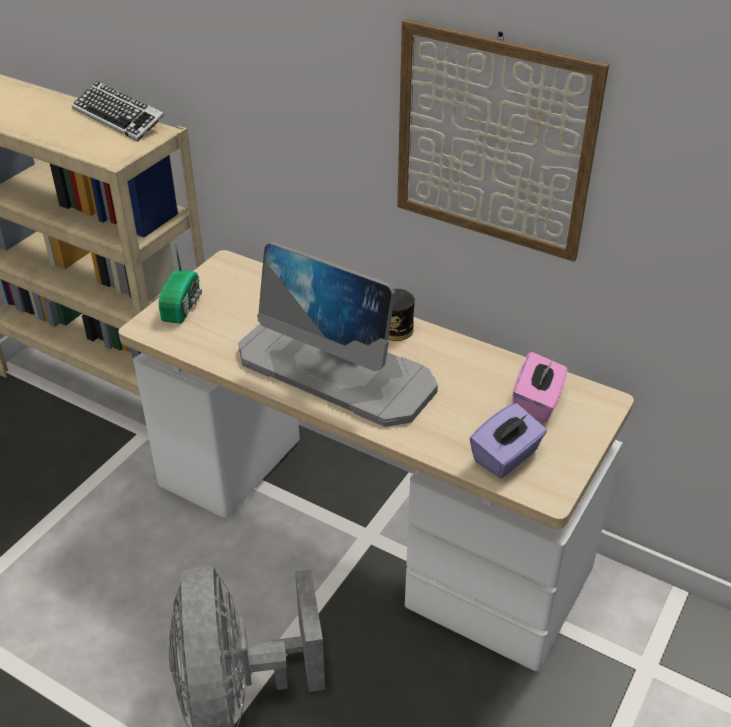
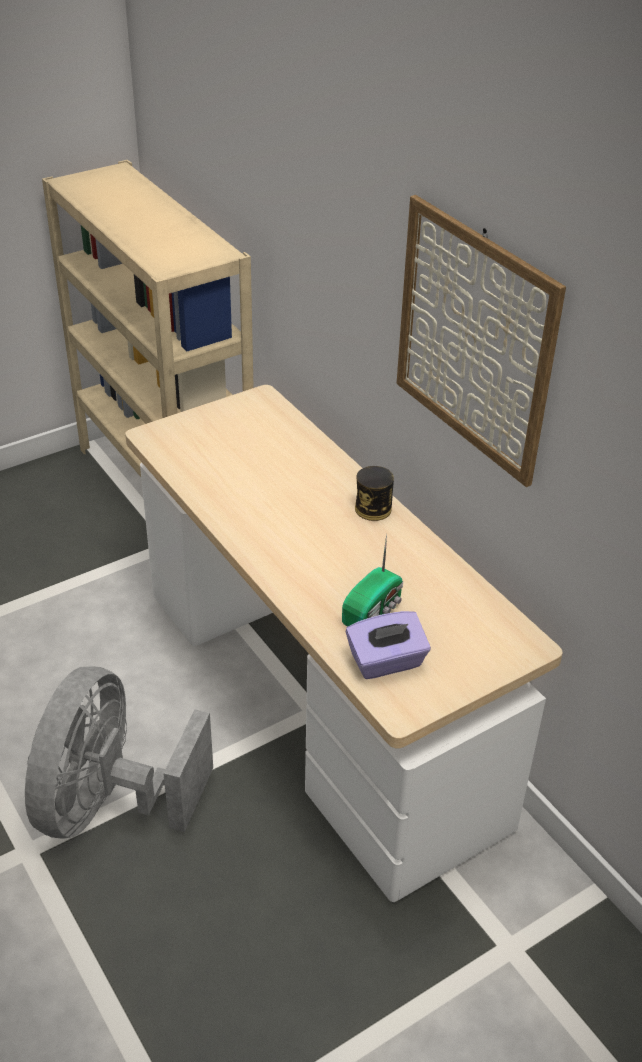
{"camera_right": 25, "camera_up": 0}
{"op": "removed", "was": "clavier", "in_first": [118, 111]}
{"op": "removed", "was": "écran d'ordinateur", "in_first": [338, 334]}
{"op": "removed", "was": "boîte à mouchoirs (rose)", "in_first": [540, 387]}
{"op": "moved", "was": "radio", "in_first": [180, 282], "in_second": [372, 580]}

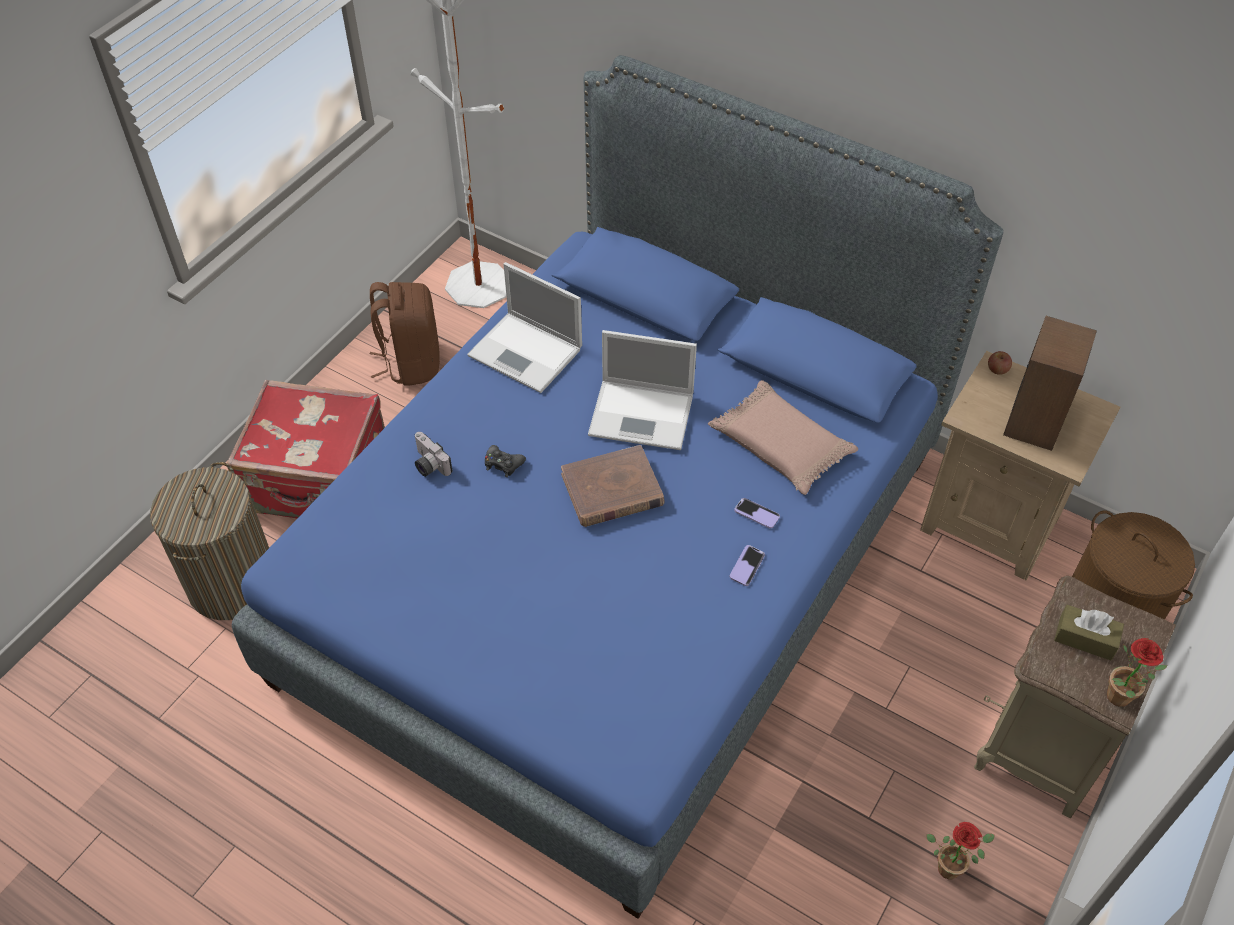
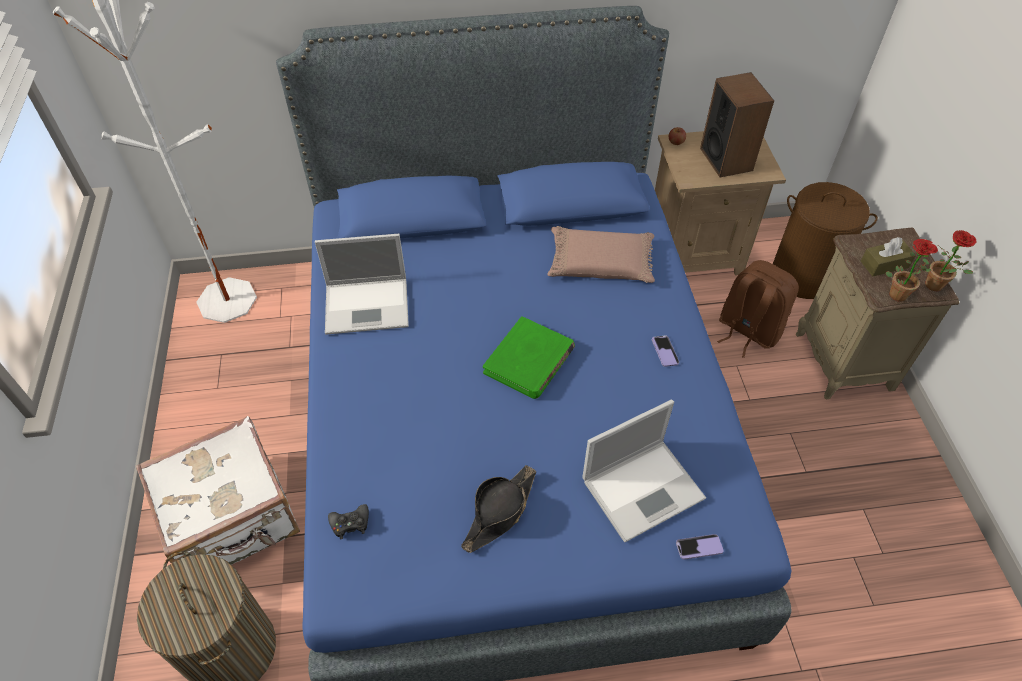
{"camera_right": -40, "camera_up": 0}
{"op": "removed", "was": "appareil photo", "in_first": [434, 454]}
{"op": "added", "now": "chapeau (noir)", "in_second": [498, 509]}
{"op": "moved", "was": "sac à dos (marron)", "in_first": [405, 334], "in_second": [758, 309]}
{"op": "moved", "was": "manette (noir)", "in_first": [505, 461], "in_second": [348, 521]}
{"op": "moved", "was": "ordinateur portable", "in_first": [642, 390], "in_second": [644, 470]}
{"op": "moved", "was": "téléphone", "in_first": [757, 513], "in_second": [700, 547]}
{"op": "moved", "was": "plante en pot", "in_first": [960, 850], "in_second": [911, 270]}
{"op": "recoloured", "was": "valise (rouge)", "now": "valise (blanc)", "in_first": [306, 449], "in_second": [218, 490]}
{"op": "recoloured", "was": "livre (marron)", "now": "livre (vert)", "in_first": [613, 486], "in_second": [529, 357]}

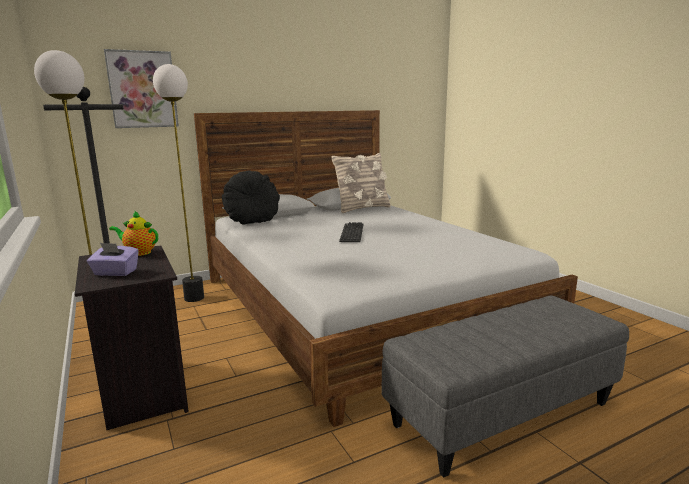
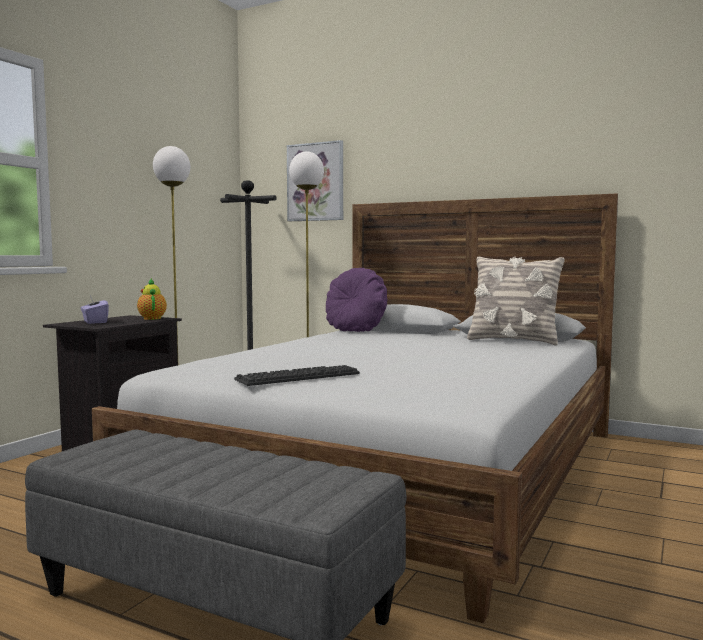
{"camera_right": 55, "camera_up": -10}
{"op": "moved", "was": "clavier", "in_first": [351, 232], "in_second": [297, 375]}
{"op": "recoloured", "was": "coussin (noir)", "now": "coussin (violet)", "in_first": [251, 197], "in_second": [356, 300]}

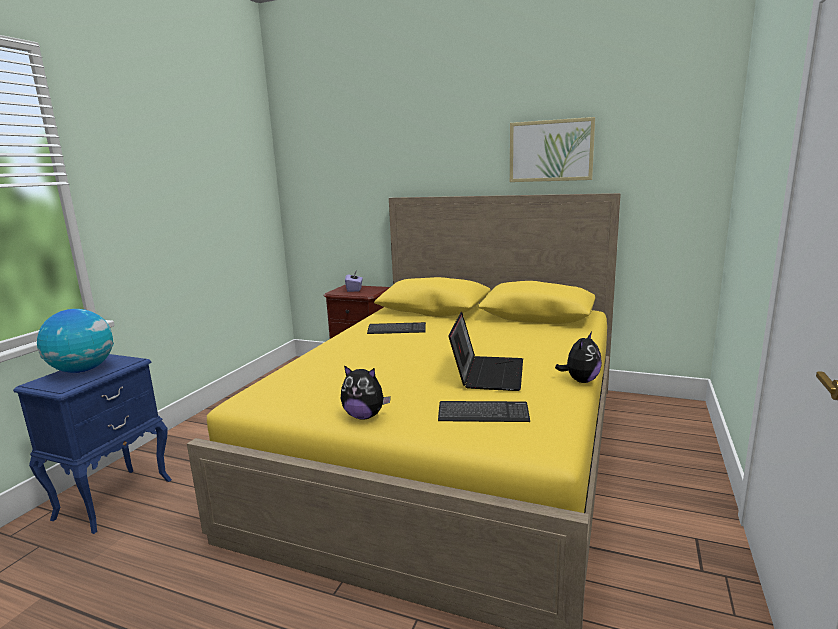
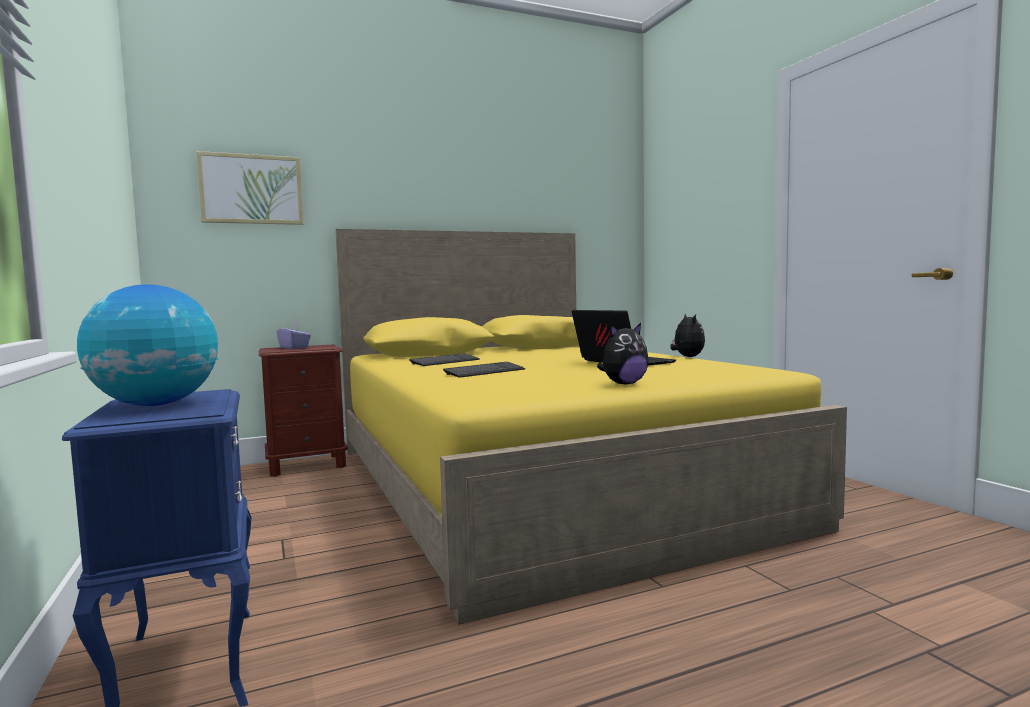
{"camera_right": -45, "camera_up": -10}
{"op": "moved", "was": "clavier", "in_first": [484, 411], "in_second": [484, 370]}
{"op": "moved", "was": "tableau", "in_first": [552, 149], "in_second": [249, 188]}

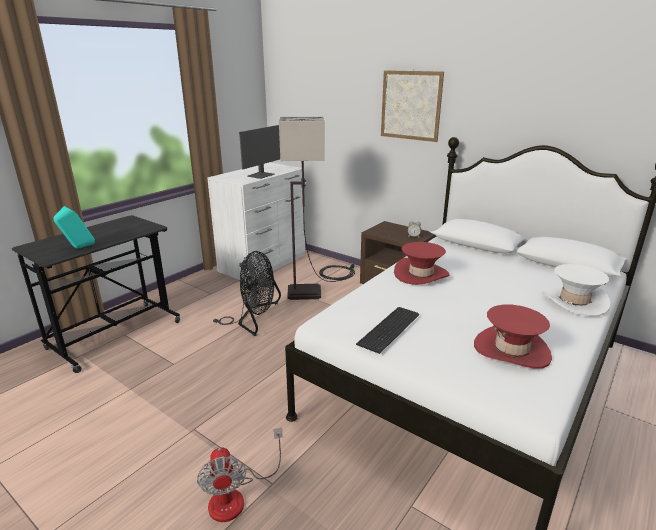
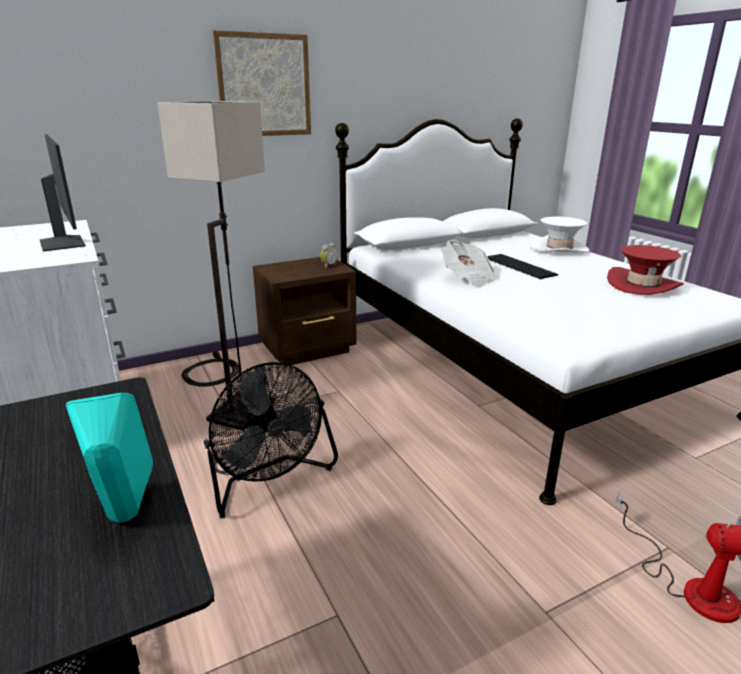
{"camera_right": -65, "camera_up": 0}
{"op": "moved", "was": "clavier", "in_first": [388, 330], "in_second": [522, 266]}
{"op": "replaced", "was": "chapeau (rouge)", "now": "journal", "in_first": [421, 263], "in_second": [469, 263]}
{"op": "turned", "was": "ventilateur (noir)", "in_first": [247, 293], "in_second": [271, 440], "clockwise": 105}

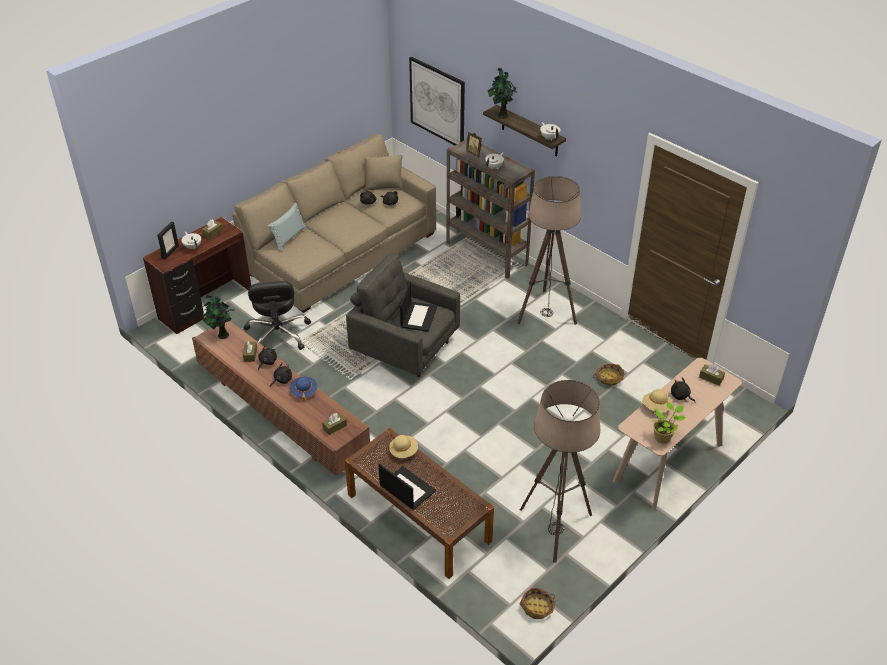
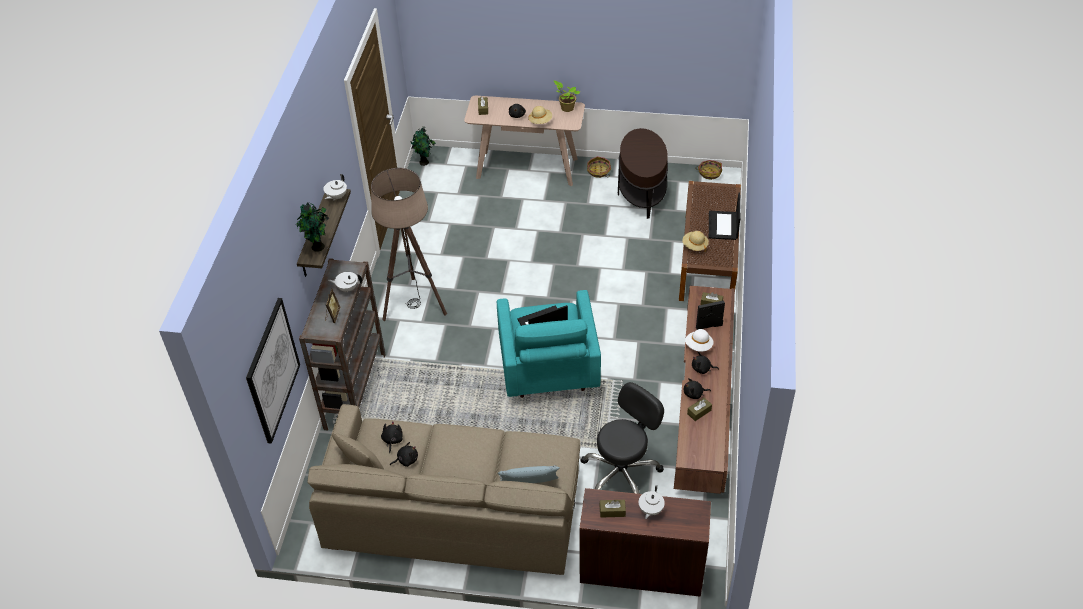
{"camera_right": -125, "camera_up": 5}
{"op": "moved", "was": "cadre photo", "in_first": [168, 240], "in_second": [710, 315]}
{"op": "moved", "was": "plante en pot", "in_first": [219, 316], "in_second": [423, 147]}
{"op": "moved", "was": "panier", "in_first": [608, 375], "in_second": [599, 167]}
{"op": "replaced", "was": "lampadaire", "now": "table d'appoint (marron)", "in_first": [560, 471], "in_second": [643, 173]}
{"op": "recoloured", "was": "chapeau (bleu)", "now": "chapeau (blanc)", "in_first": [303, 389], "in_second": [699, 340]}
{"op": "recoloured", "was": "fauteuil (gris)", "now": "fauteuil (turquoise)", "in_first": [403, 315], "in_second": [548, 344]}

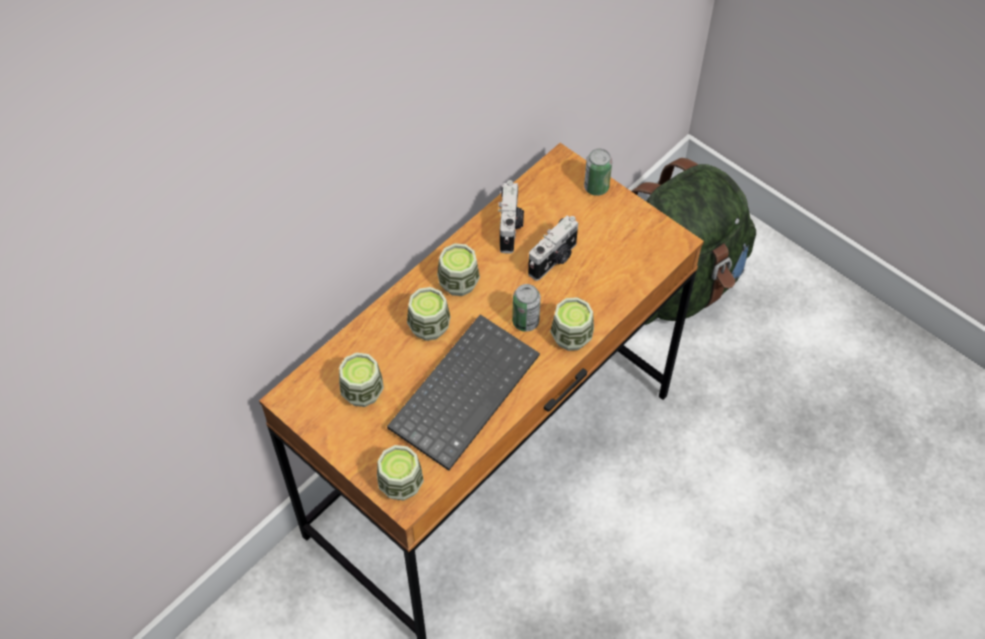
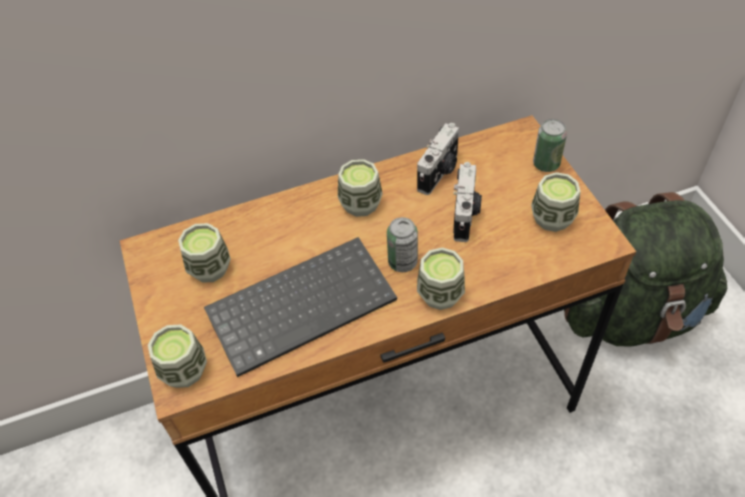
{"camera_right": 30, "camera_up": -5}
{"op": "moved", "was": "tasse", "in_first": [429, 314], "in_second": [555, 202]}
{"op": "turned", "was": "appareil photo", "in_first": [553, 248], "in_second": [467, 202], "clockwise": -60}

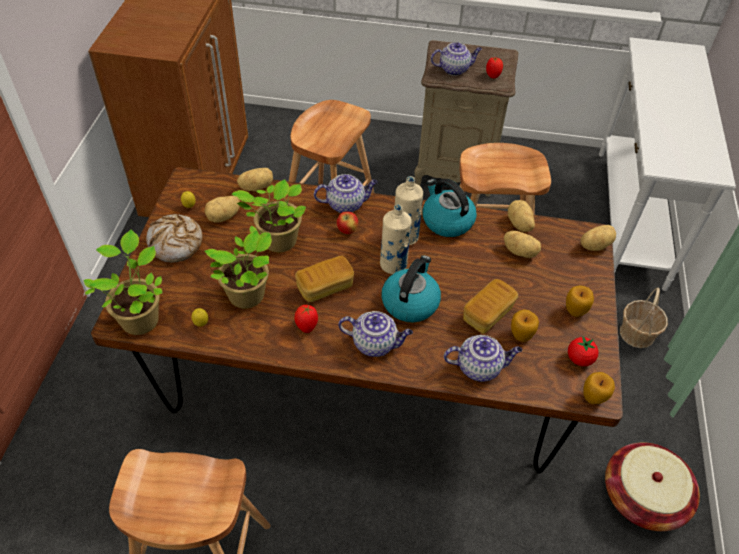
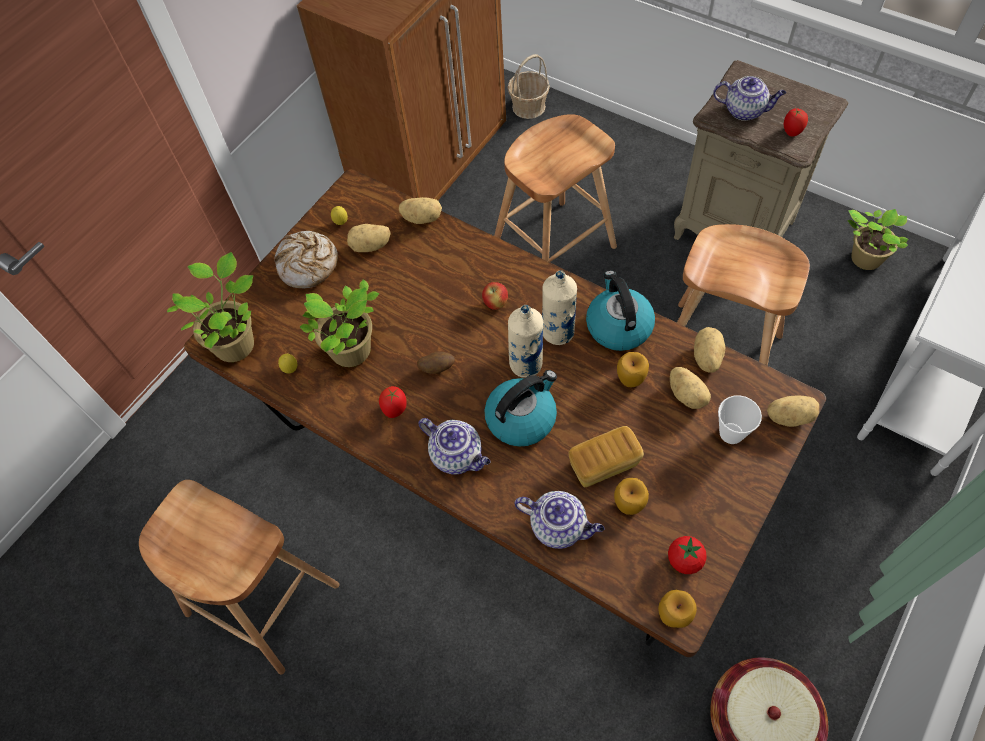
{"camera_right": 30, "camera_up": 10}
{"op": "removed", "was": "théière", "in_first": [345, 193]}
{"op": "added", "now": "tasse", "in_second": [740, 419]}
{"op": "moved", "was": "plante en pot", "in_first": [269, 215], "in_second": [878, 239]}
{"op": "moved", "was": "pomme", "in_first": [580, 301], "in_second": [633, 369]}
{"op": "moved", "was": "panier", "in_first": [644, 318], "in_second": [529, 86]}
{"op": "replaced", "was": "pain", "now": "pomme de terre", "in_first": [324, 279], "in_second": [436, 363]}

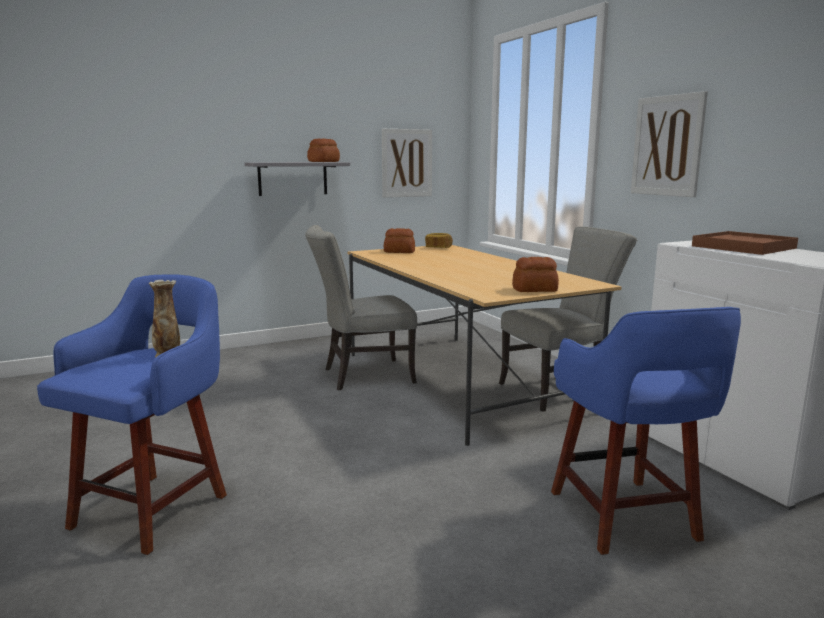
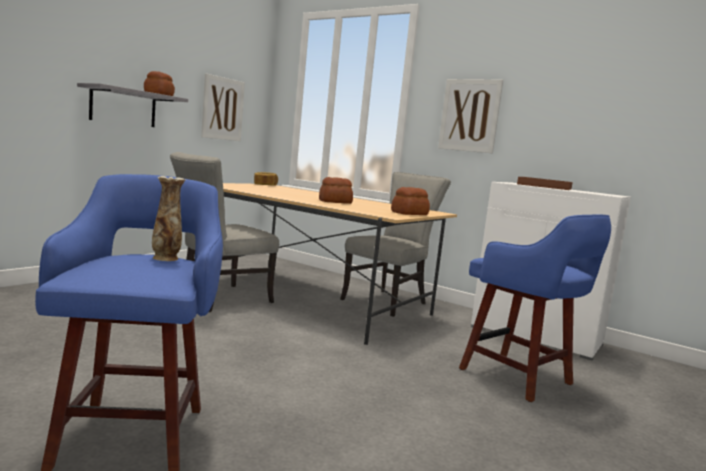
{"camera_right": -30, "camera_up": -5}
{"op": "moved", "was": "pain", "in_first": [399, 240], "in_second": [336, 190]}

